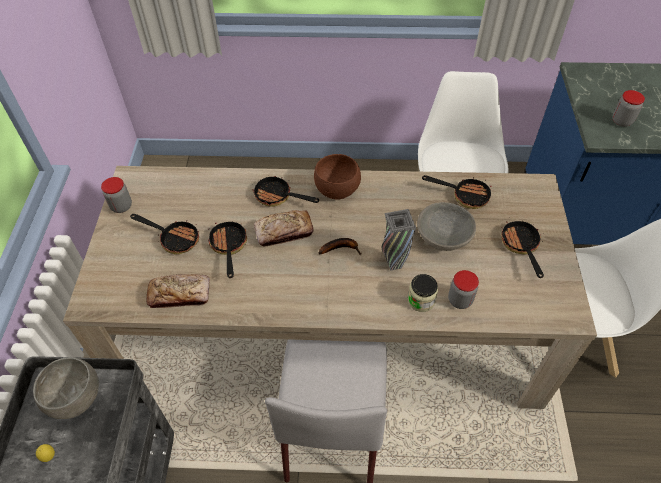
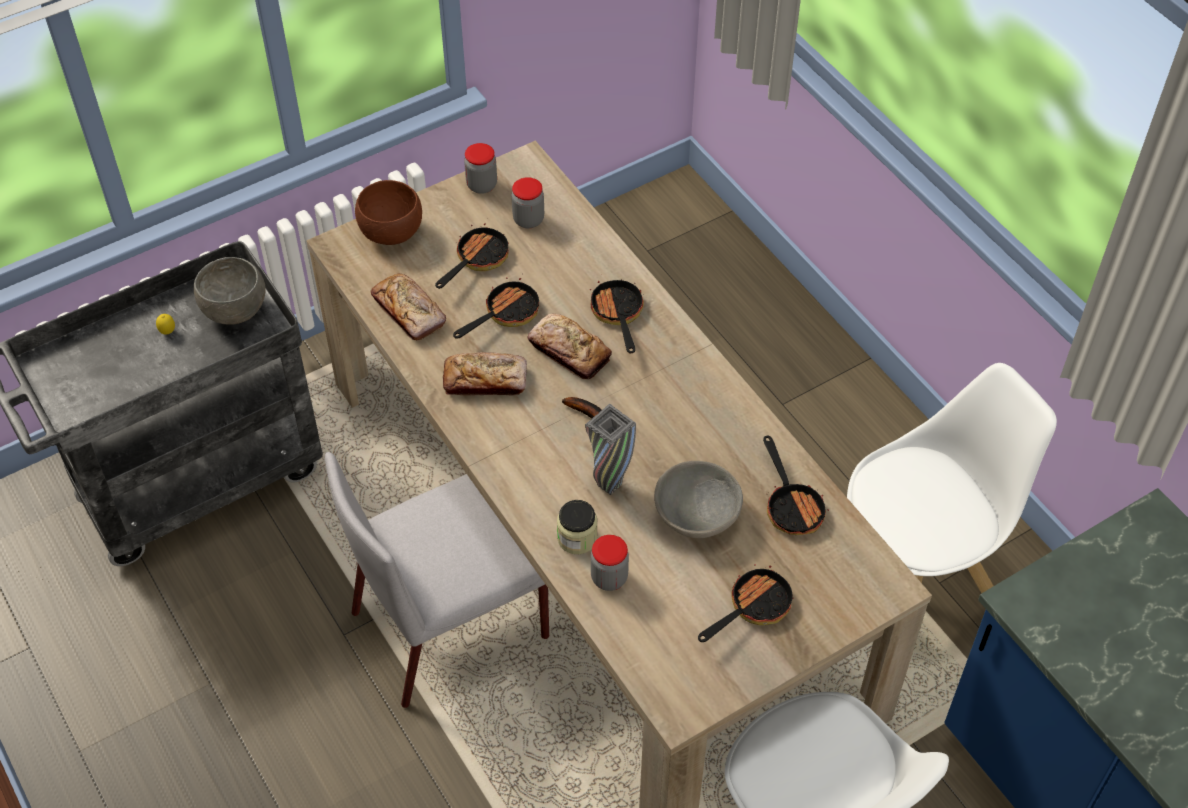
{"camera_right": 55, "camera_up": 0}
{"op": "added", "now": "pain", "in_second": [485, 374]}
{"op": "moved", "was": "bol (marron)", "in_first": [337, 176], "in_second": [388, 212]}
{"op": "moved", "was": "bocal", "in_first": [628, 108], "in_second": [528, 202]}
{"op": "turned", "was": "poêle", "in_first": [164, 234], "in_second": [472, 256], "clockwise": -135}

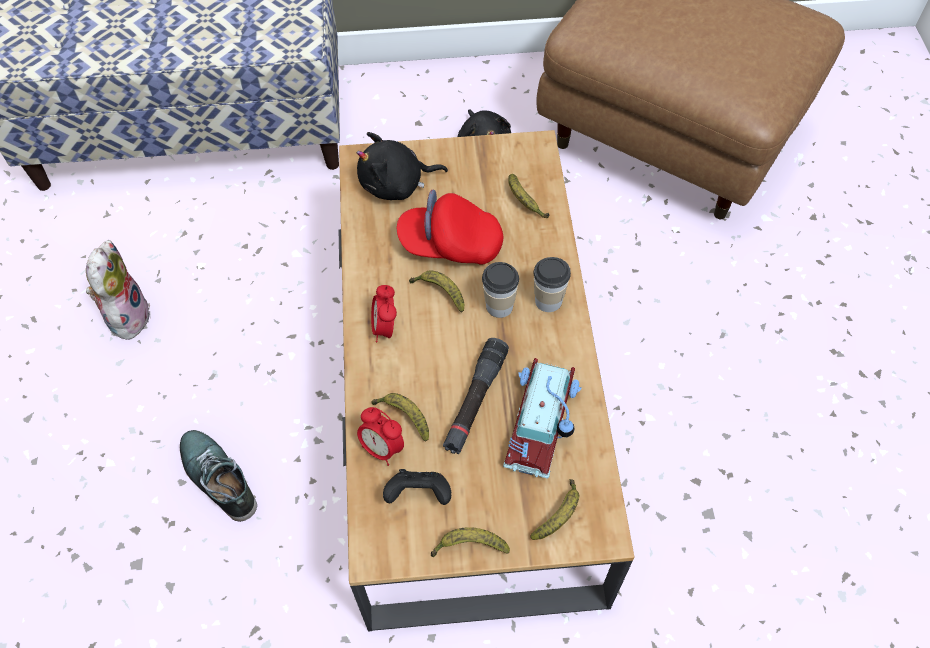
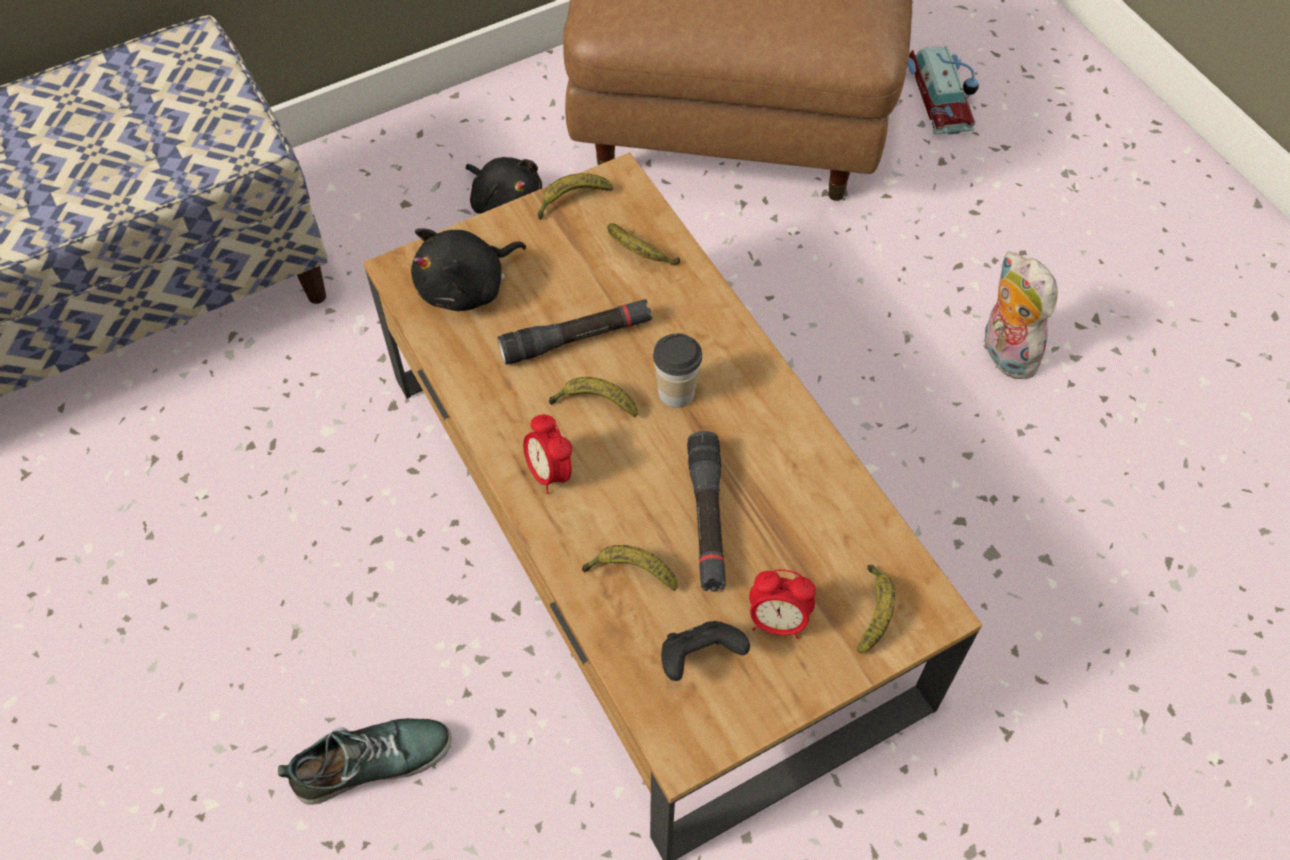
{"camera_right": -25, "camera_up": 0}
{"op": "removed", "was": "tasse", "in_first": [552, 284]}
{"op": "moved", "was": "peluche", "in_first": [118, 290], "in_second": [1021, 315]}
{"op": "moved", "was": "réveil", "in_first": [380, 436], "in_second": [782, 604]}
{"op": "moved", "was": "banane", "in_first": [470, 542], "in_second": [575, 196]}
{"op": "moved", "was": "petite voiture", "in_first": [542, 418], "in_second": [943, 90]}
{"op": "replaced", "was": "casquette (rouge)", "now": "lampe de poche (noir)", "in_first": [450, 227], "in_second": [574, 332]}
{"op": "turned", "was": "chaussure", "in_first": [218, 476], "in_second": [365, 761], "clockwise": 135}

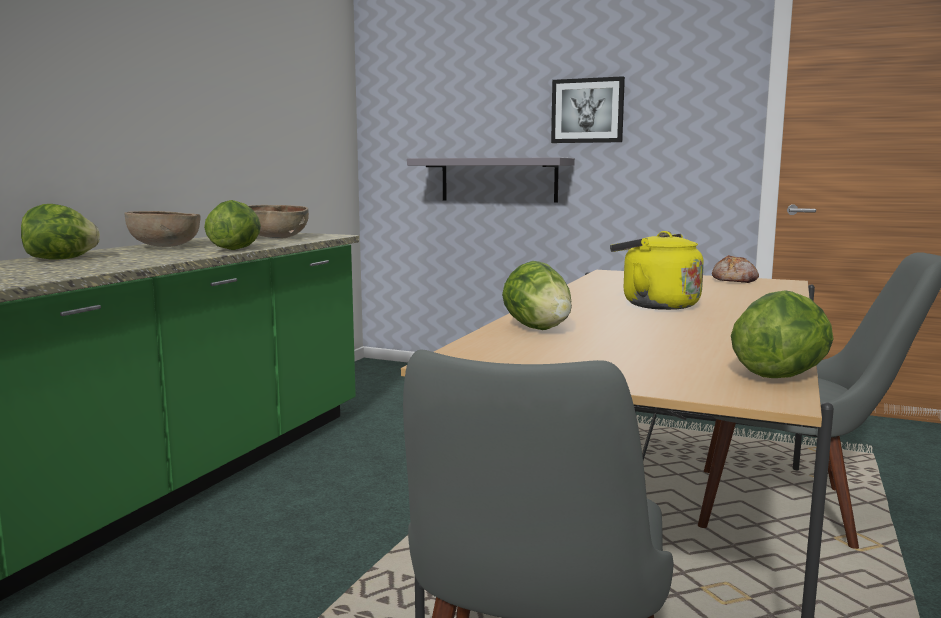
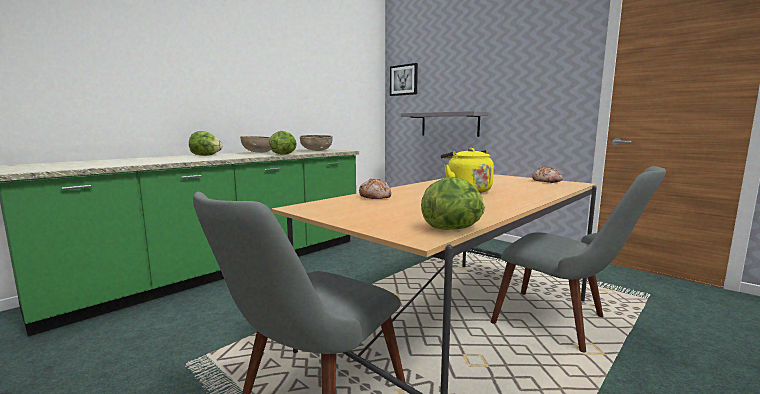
{"camera_right": 20, "camera_up": 0}
{"op": "moved", "was": "tableau", "in_first": [588, 109], "in_second": [404, 79]}
{"op": "replaced", "was": "laitue", "now": "pain", "in_first": [537, 295], "in_second": [375, 188]}

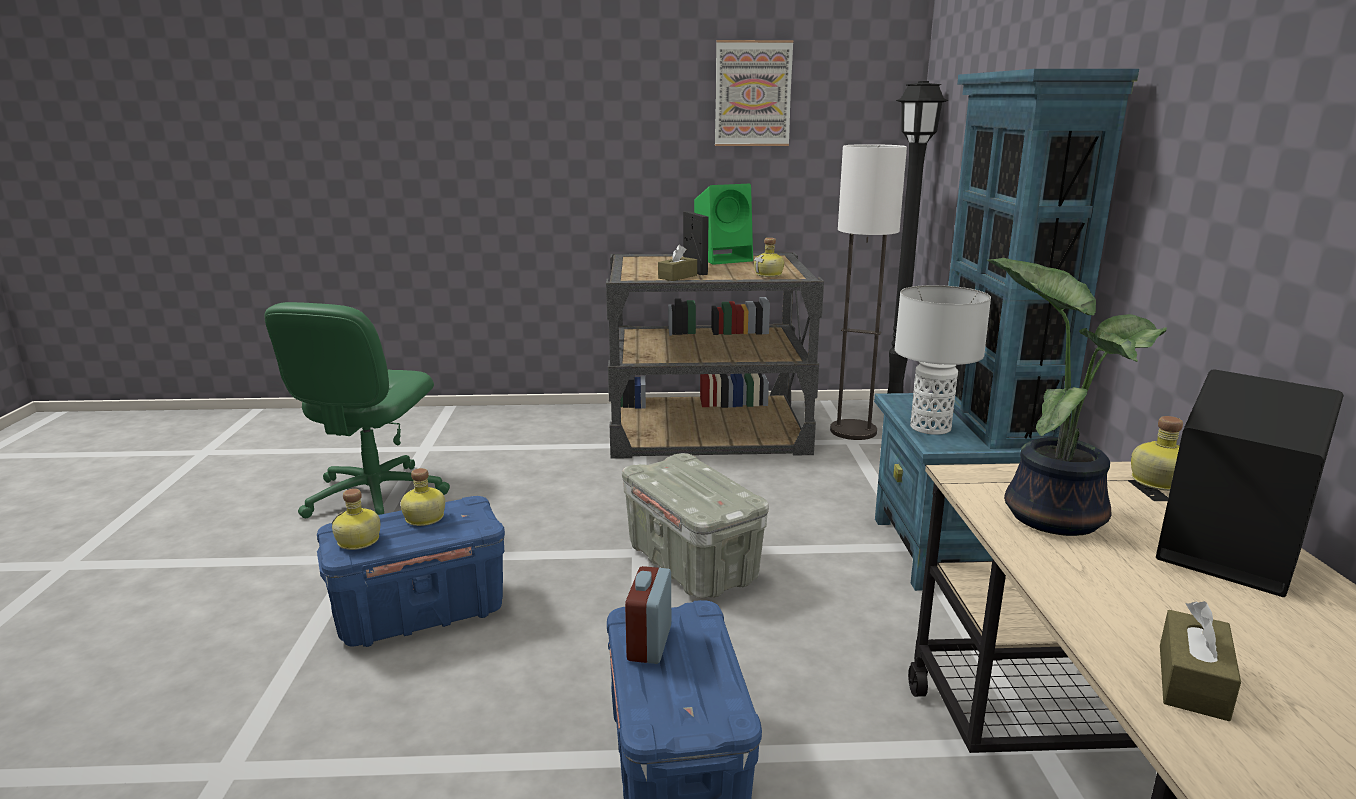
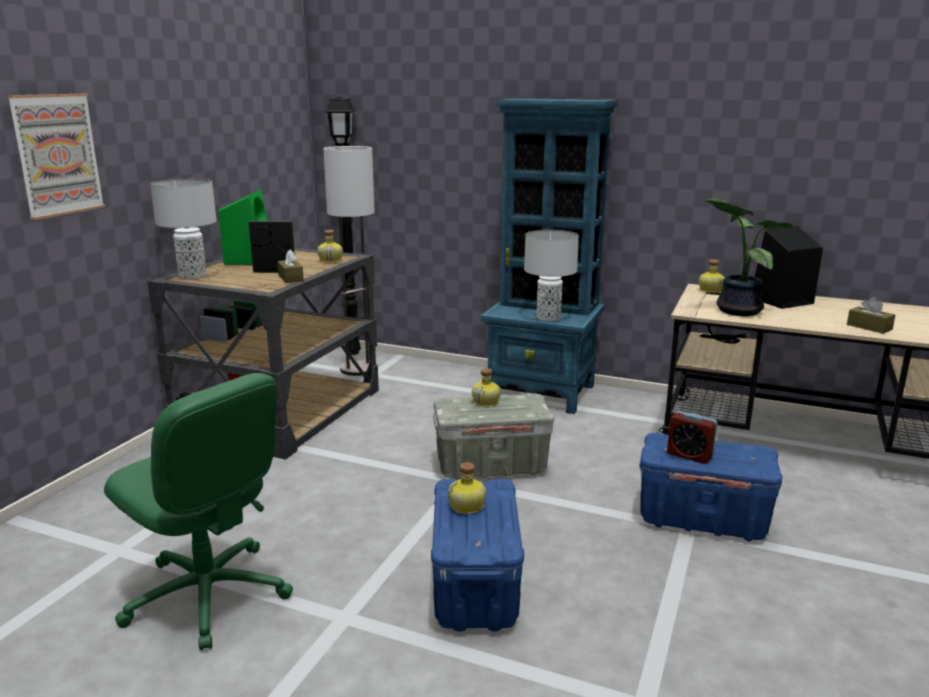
{"camera_right": -65, "camera_up": 0}
{"op": "added", "now": "lampe de table (blanc)", "in_second": [183, 229]}
{"op": "moved", "was": "bouteille", "in_first": [356, 519], "in_second": [486, 387]}
{"op": "moved", "was": "tableau", "in_first": [754, 93], "in_second": [55, 157]}

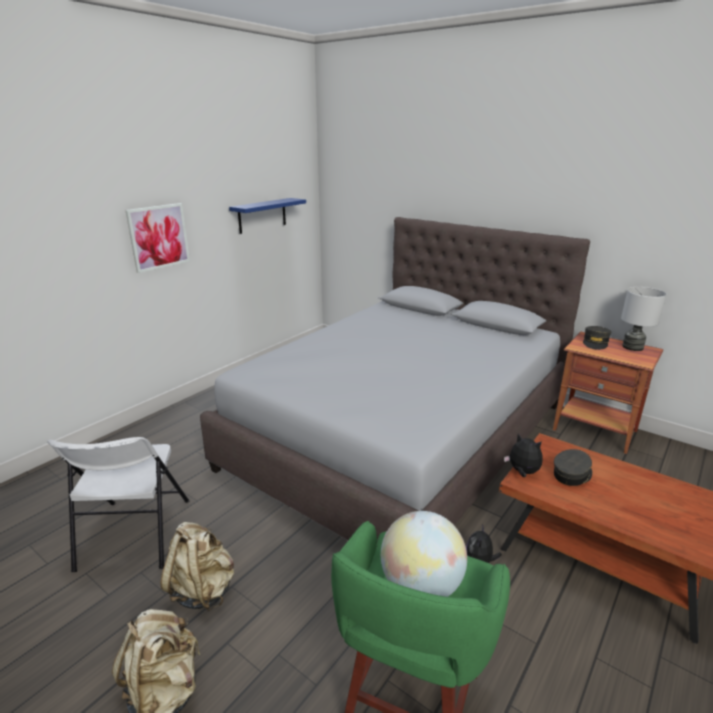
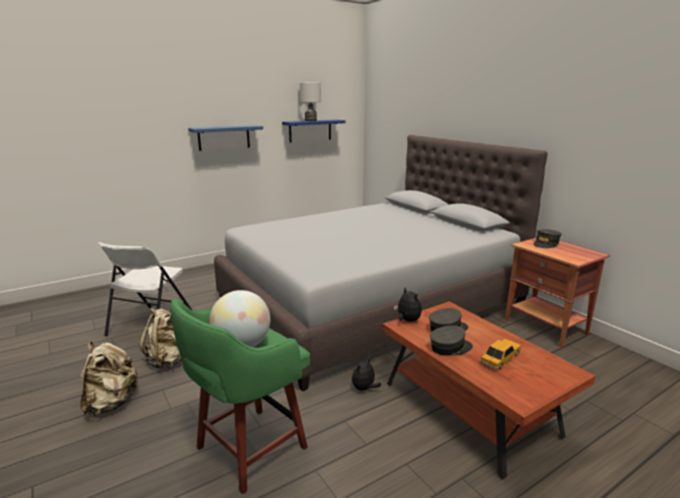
{"camera_right": 20, "camera_up": -5}
{"op": "added", "now": "casquette (gris)", "in_second": [451, 340]}
{"op": "added", "now": "petite voiture", "in_second": [500, 354]}
{"op": "moved", "was": "lampe de table (gris)", "in_first": [644, 319], "in_second": [310, 101]}
{"op": "replaced", "was": "tableau", "now": "étagère (bleu)", "in_first": [157, 238], "in_second": [225, 138]}

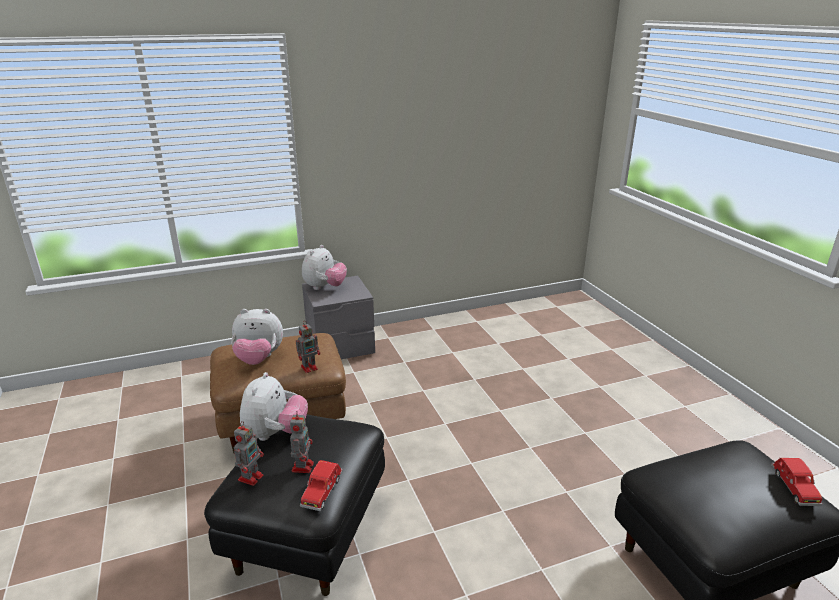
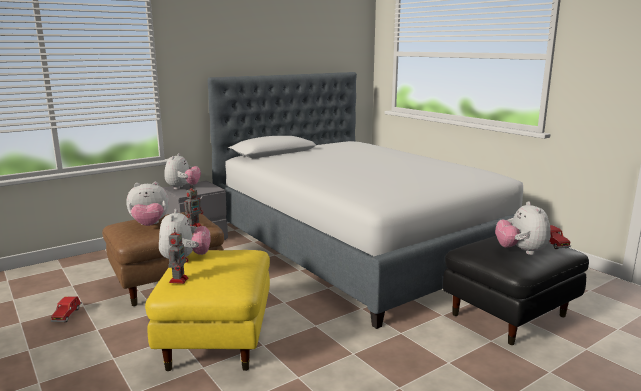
{"camera_right": -15, "camera_up": -10}
{"op": "removed", "was": "robot jouet", "in_first": [302, 442]}
{"op": "added", "now": "lit", "in_second": [365, 200]}
{"op": "added", "now": "peluche", "in_second": [523, 228]}
{"op": "moved", "was": "petite voiture (rouge)", "in_first": [321, 485], "in_second": [66, 309]}
{"op": "recoloured", "was": "pouf (noir)", "now": "pouf (jaune)", "in_first": [294, 505], "in_second": [207, 310]}

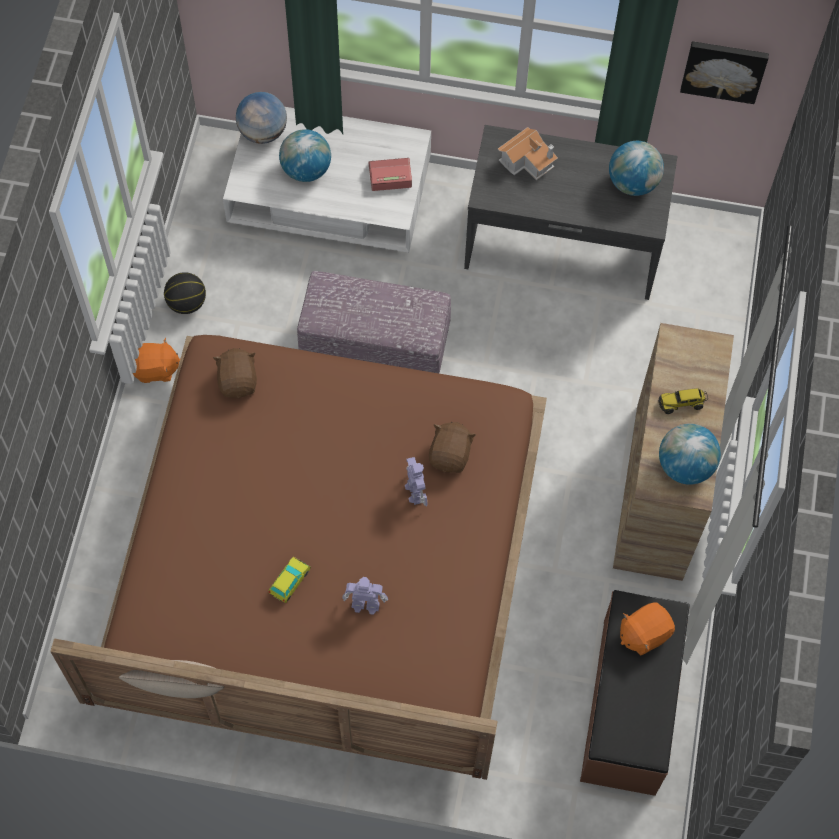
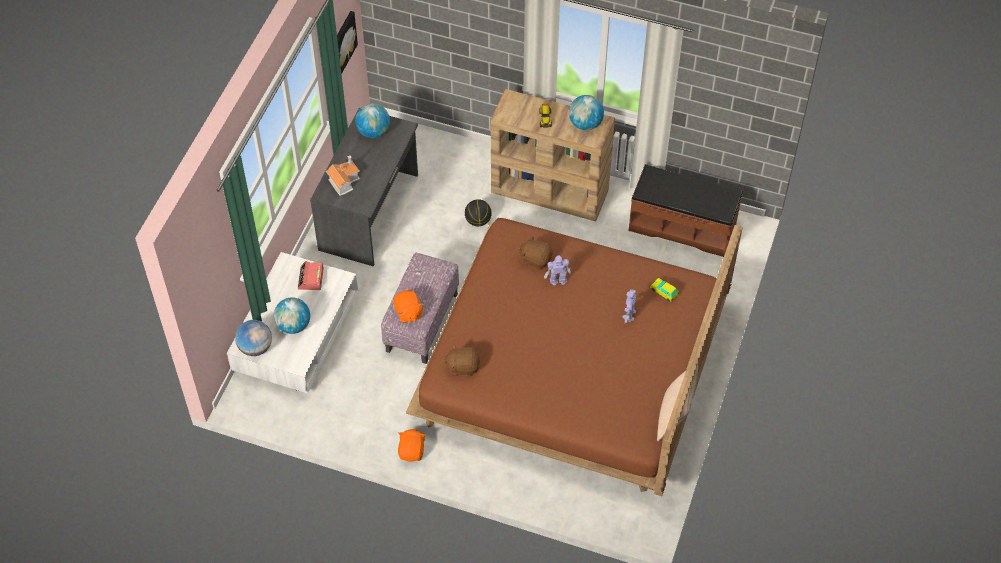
{"camera_right": -80, "camera_up": -10}
{"op": "moved", "was": "ballon de basket", "in_first": [185, 293], "in_second": [478, 212]}
{"op": "moved", "was": "petite voiture", "in_first": [289, 580], "in_second": [664, 290]}
{"op": "moved", "was": "peluche (orange)", "in_first": [647, 628], "in_second": [409, 306]}

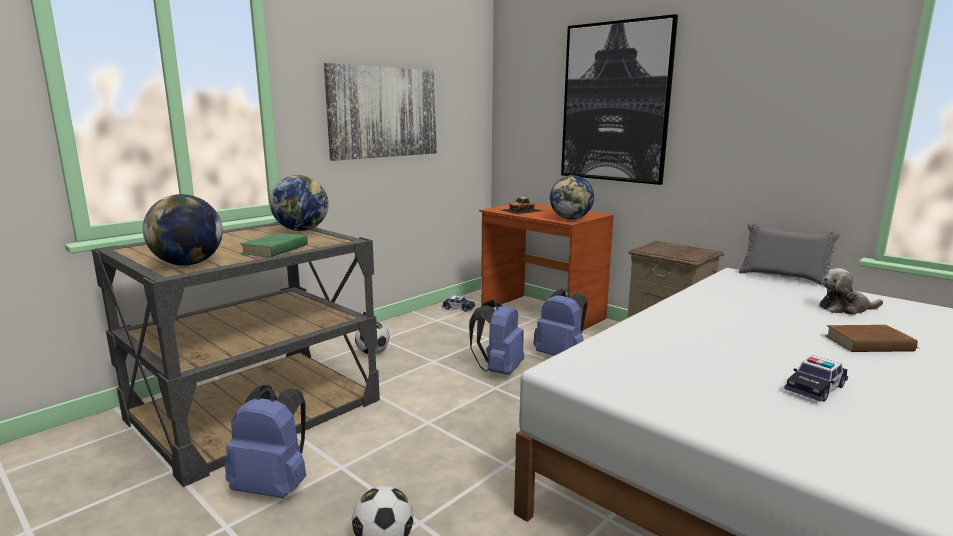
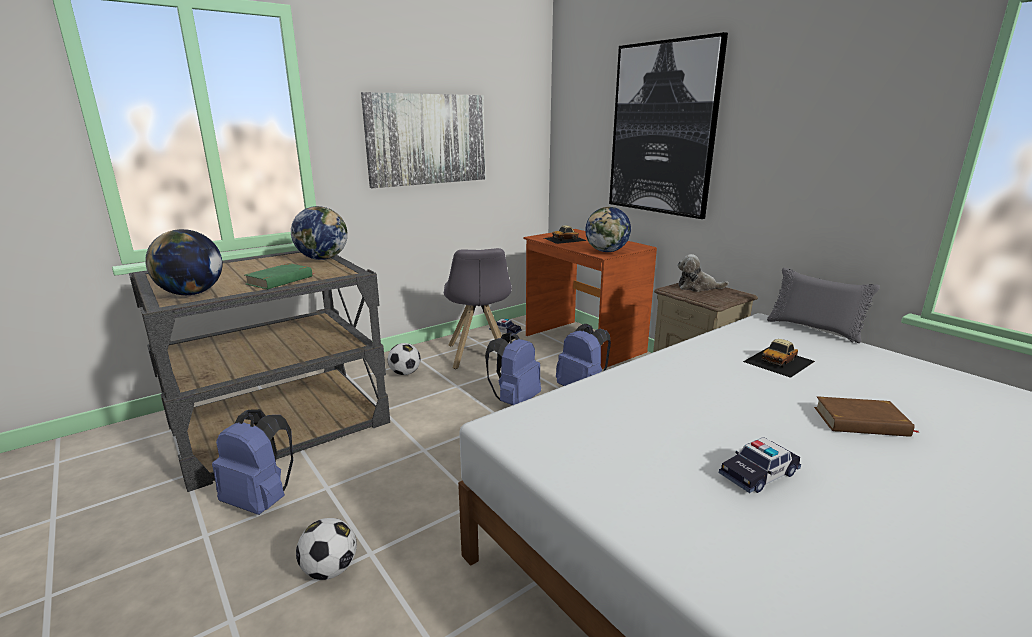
{"camera_right": 10, "camera_up": 5}
{"op": "added", "now": "chaise (gris)", "in_second": [478, 308]}
{"op": "added", "now": "petite voiture", "in_second": [779, 358]}
{"op": "moved", "was": "peluche", "in_first": [851, 291], "in_second": [703, 273]}

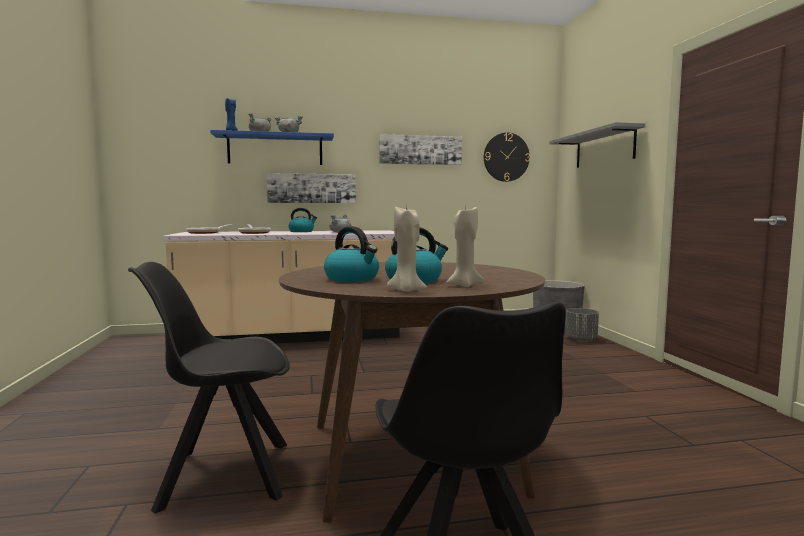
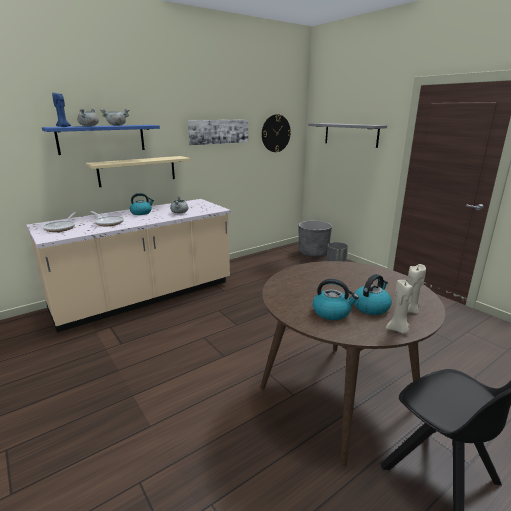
{"camera_right": -25, "camera_up": 15}
{"op": "removed", "was": "chaise (noir)", "in_first": [209, 388]}
{"op": "replaced", "was": "tableau", "now": "étagère (beige)", "in_first": [311, 188], "in_second": [138, 171]}

